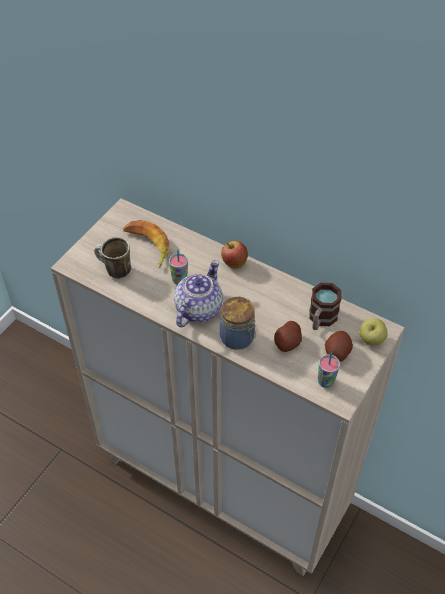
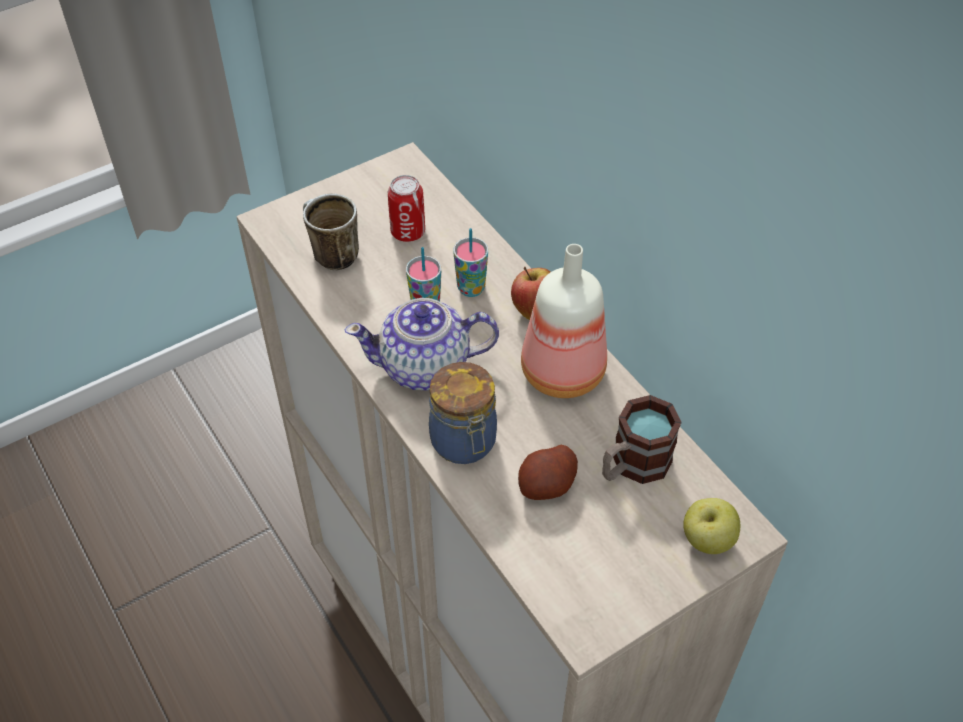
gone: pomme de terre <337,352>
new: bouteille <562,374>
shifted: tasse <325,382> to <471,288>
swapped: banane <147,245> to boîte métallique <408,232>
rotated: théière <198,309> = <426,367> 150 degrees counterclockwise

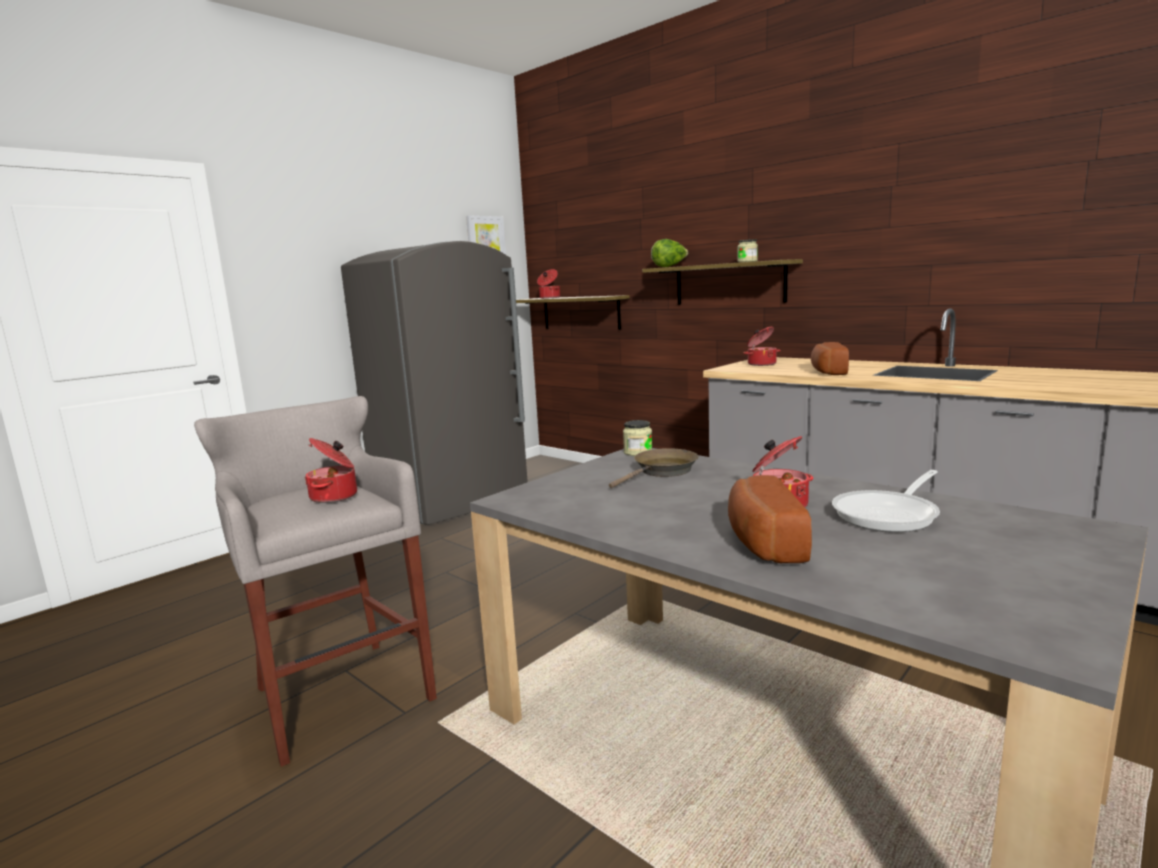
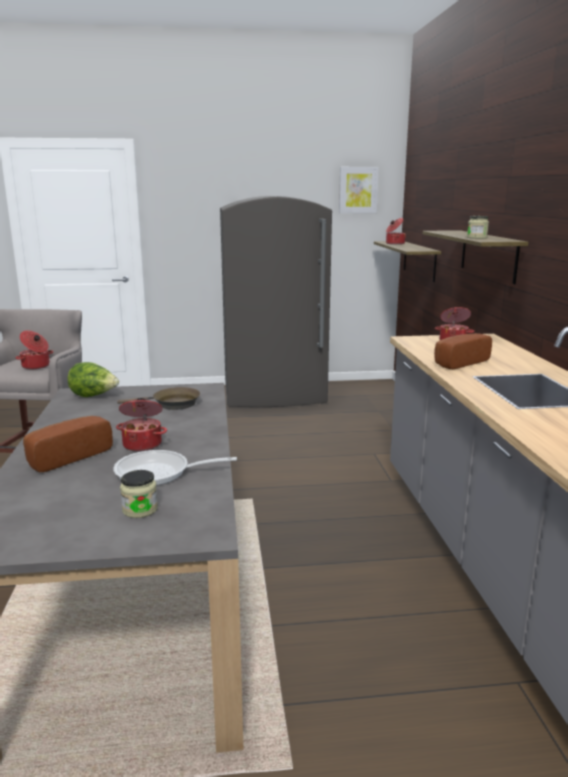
shifted: bocal <638,452> to <140,509>; laitue <669,267> to <94,396>

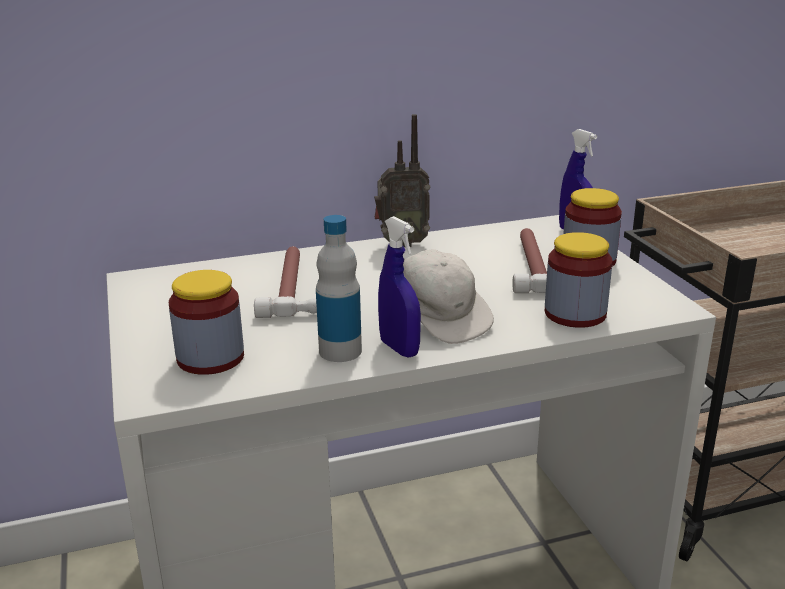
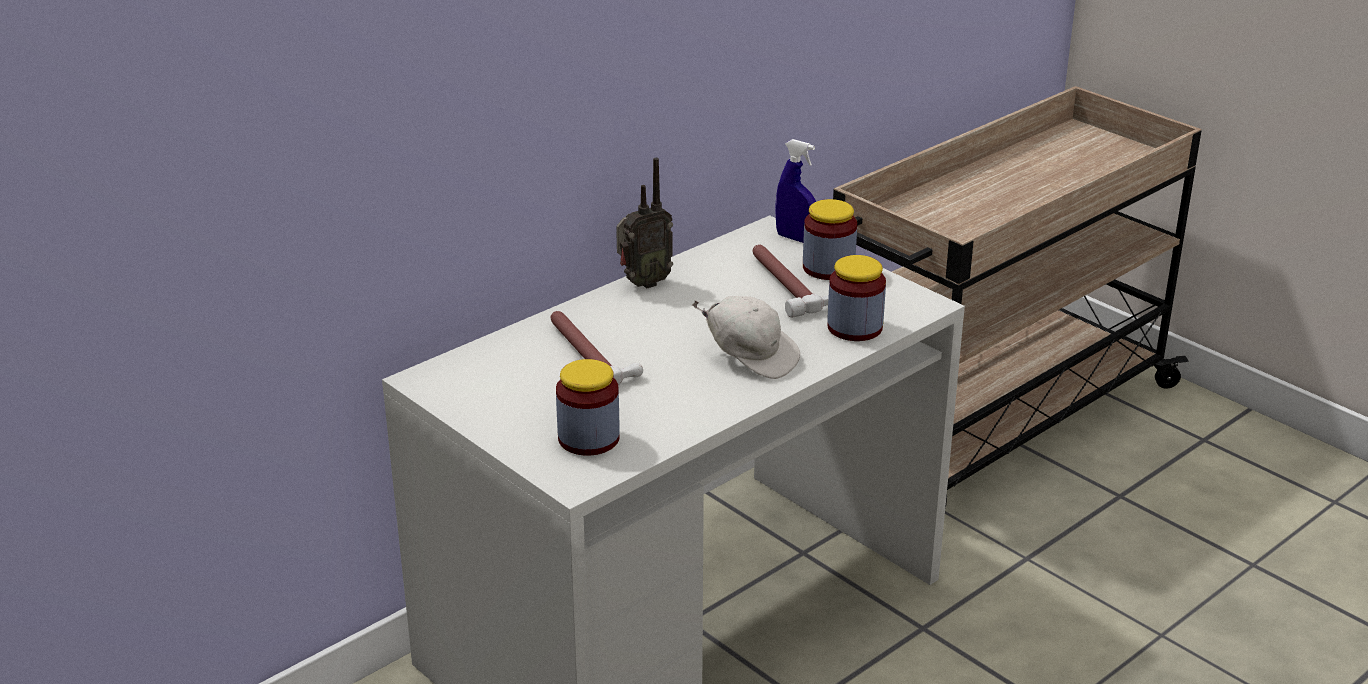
gone: bouteille <340,351>; vaporisateur (bleu) <399,348>

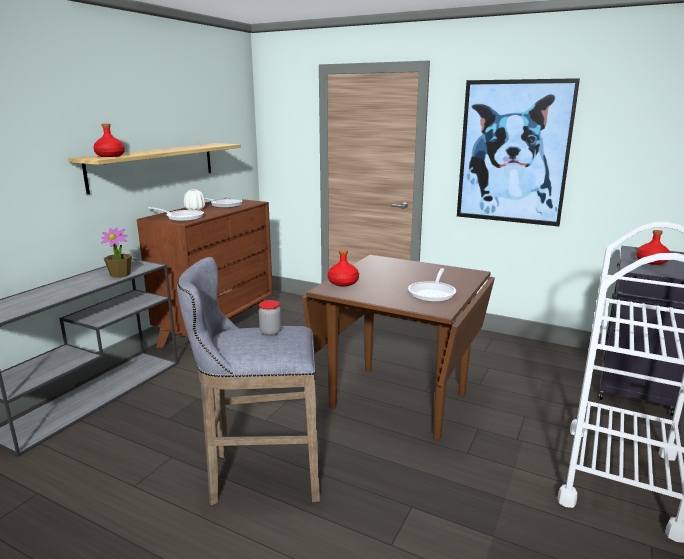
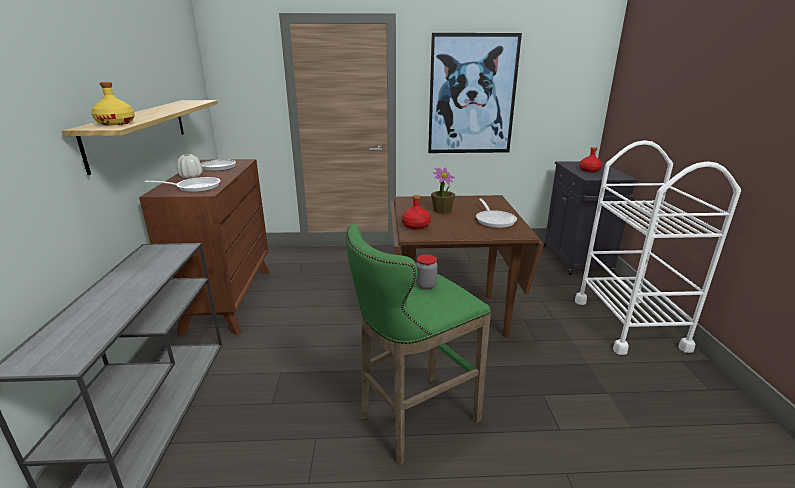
shifted: plante en pot <120,274> to <442,210>
repainted: bouteille (rouge) <110,156> to bouteille (jaune) <116,123>; tabouret (gris) <260,476> to tabouret (vert) <414,420>

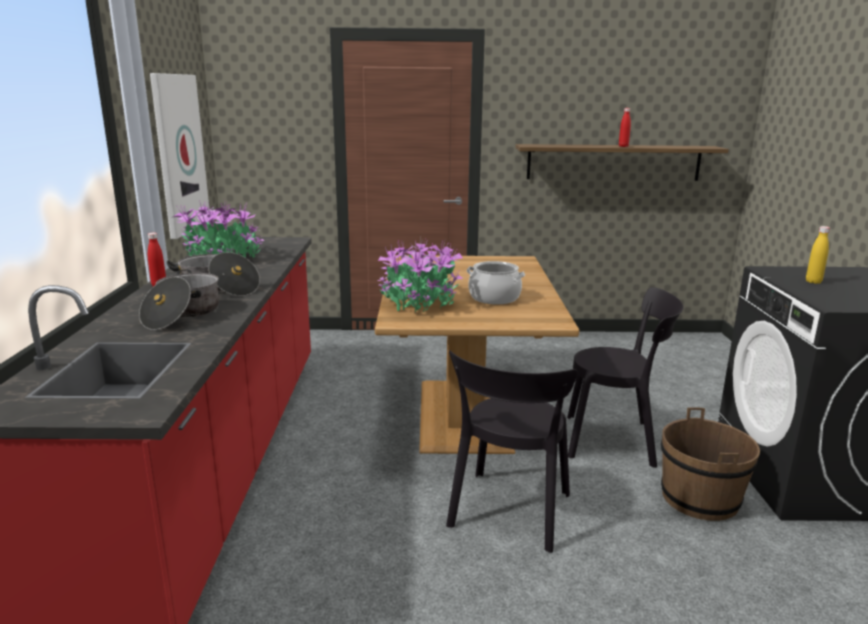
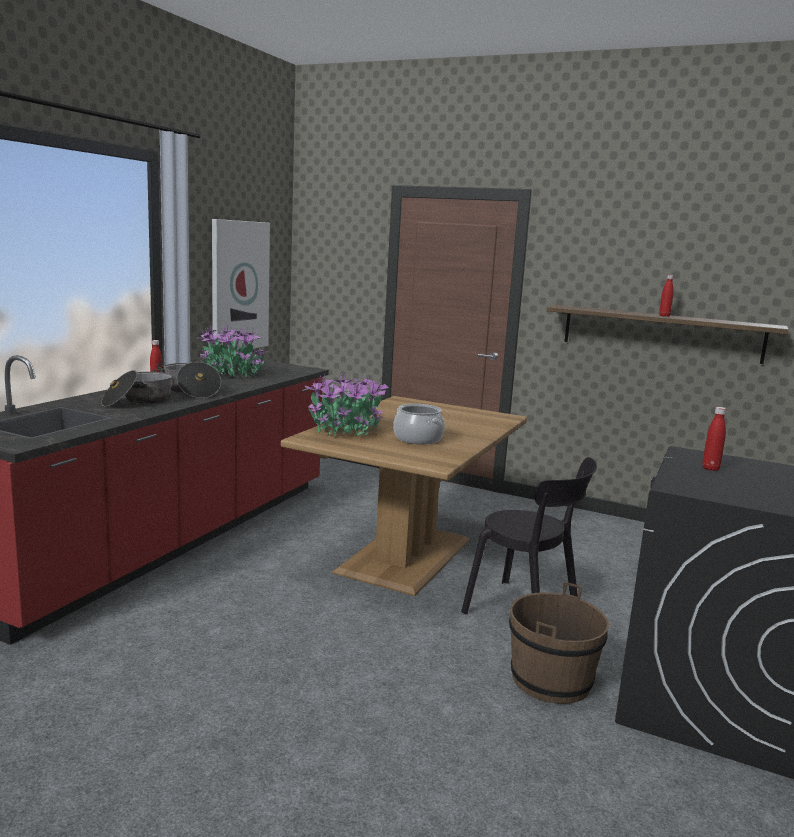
gone: chaise (noir) <508,514>
repainted: bouteille (jaune) <813,282> to bouteille (rouge) <710,469>

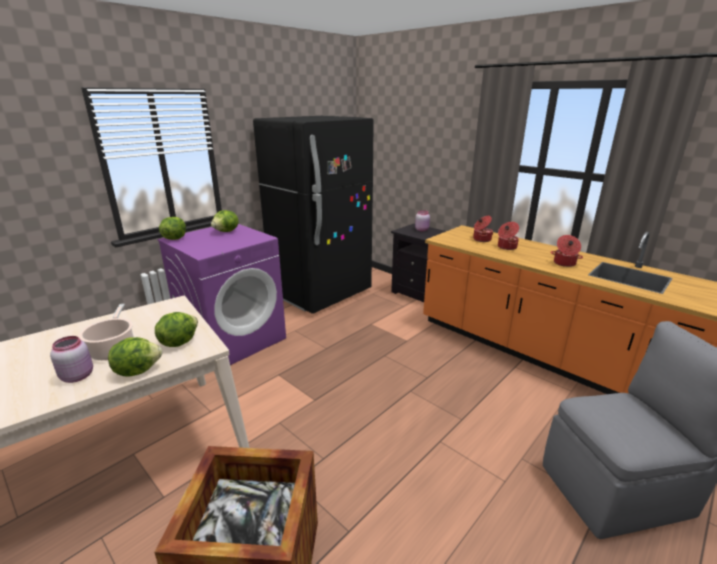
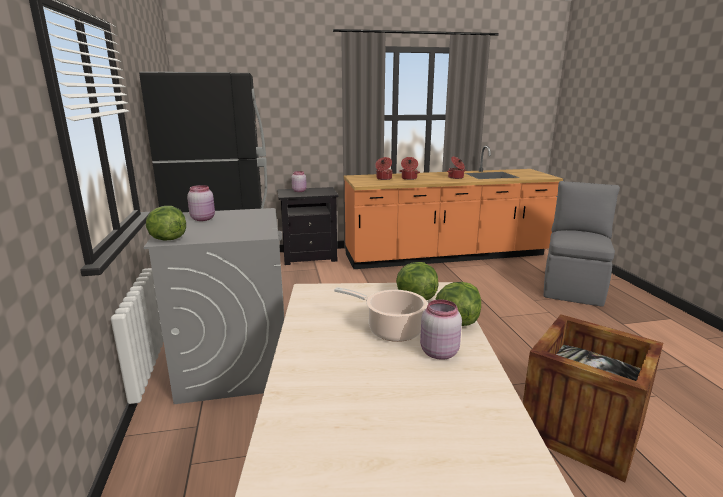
swapped: laitue <227,231> to bocal (rose) <203,219>
repainted: lave-linge (violet) <233,339> to lave-linge (gris) <234,364>

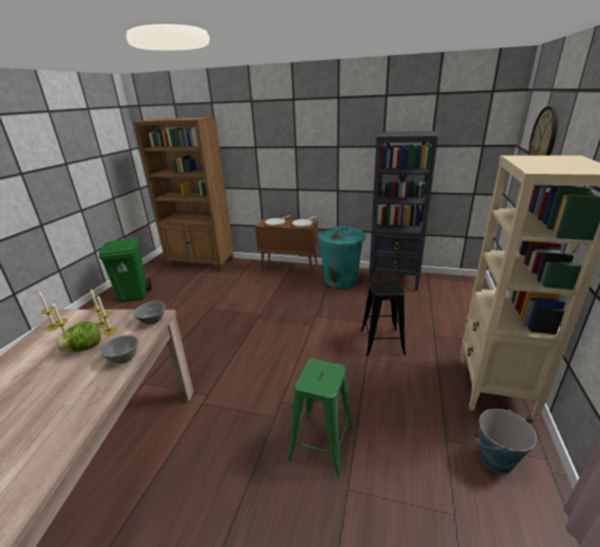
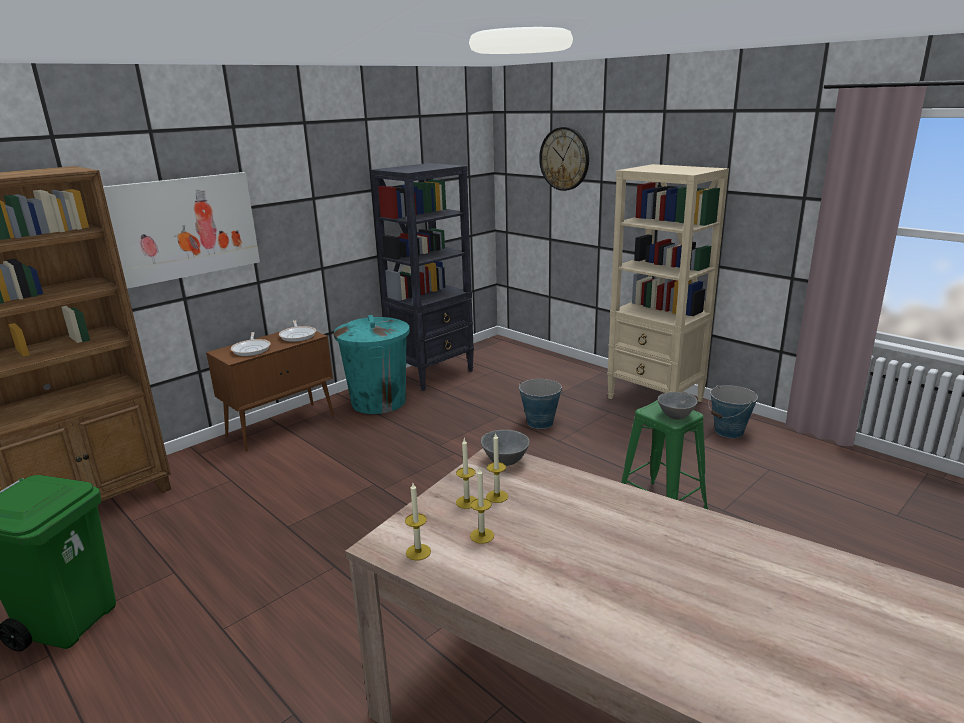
gone: laitue <84,348>
new: tableau <183,227>
shifted: bol (gris) <124,357> to <675,415>
swapped: tabouret (noir) <382,342> to seau <540,422>

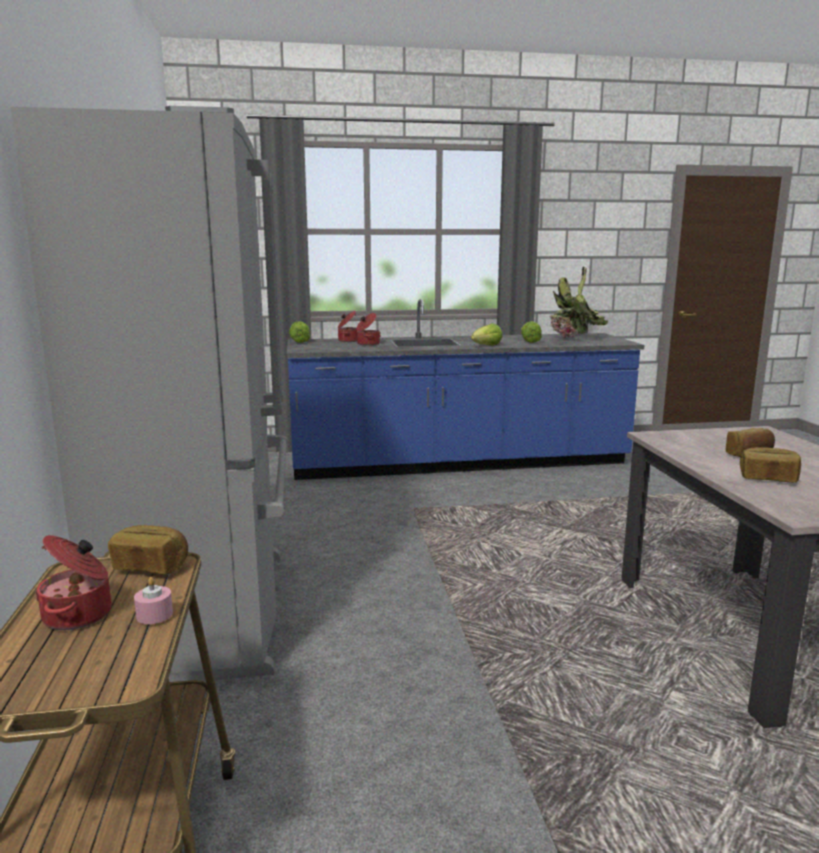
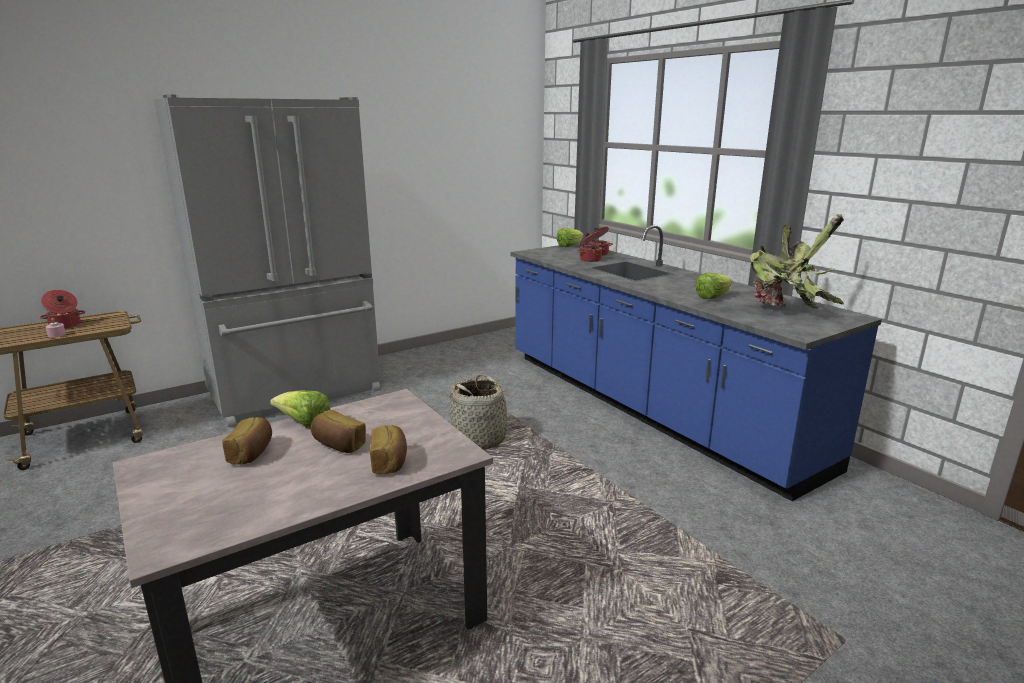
new: panier <480,439>
shifted: pain <151,566> to <390,462>; laitue <486,346> to <304,424>

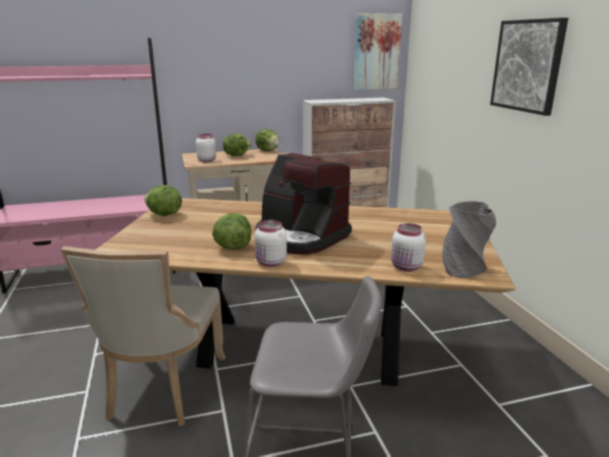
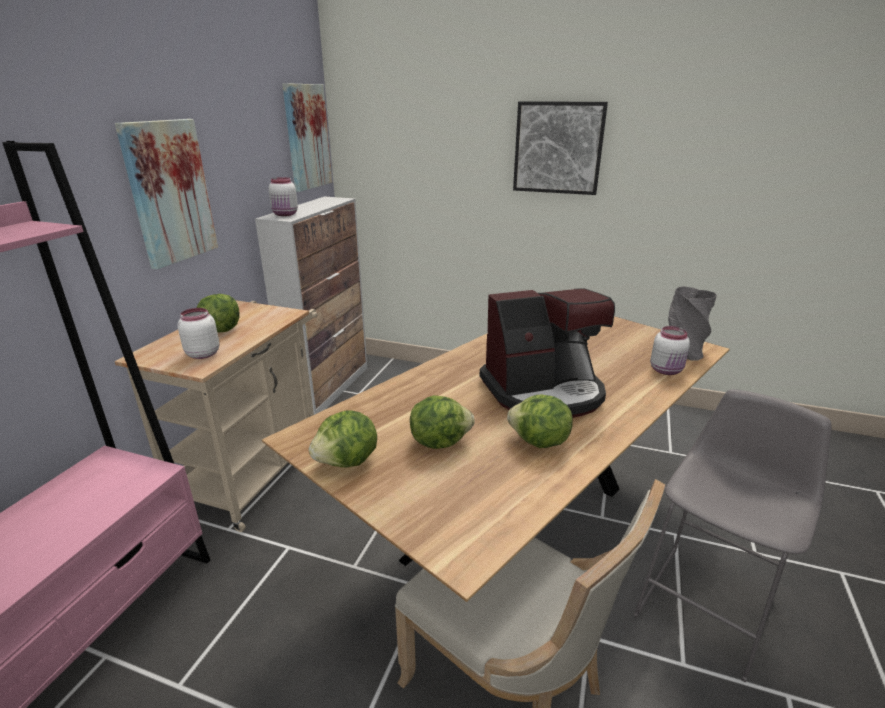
new: tableau <169,192>
shifted: laitue <268,150> to <439,441>; bocal (blanc) <270,263> to <285,214>

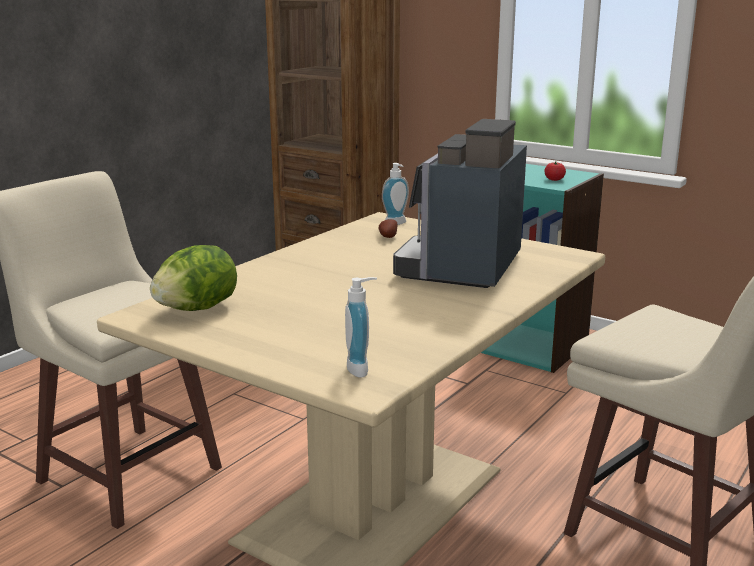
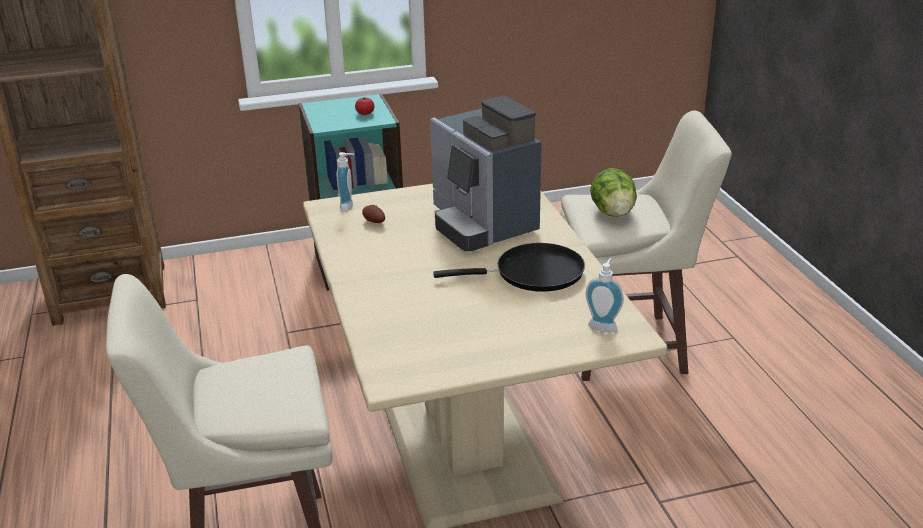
new: poêle (noir) <533,273>
shifted: laitue <197,309> to <613,213>

